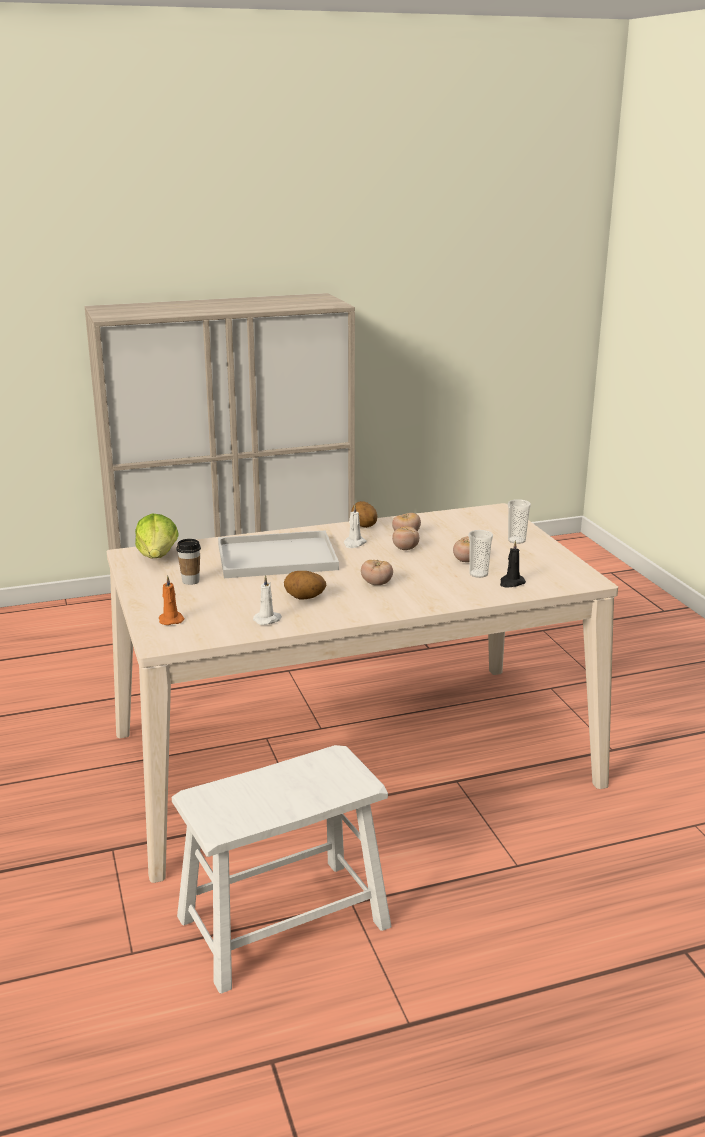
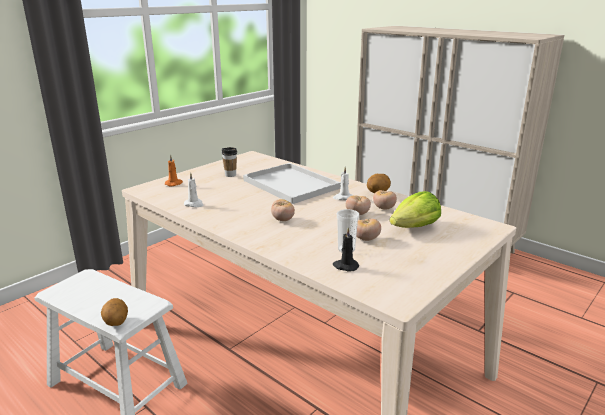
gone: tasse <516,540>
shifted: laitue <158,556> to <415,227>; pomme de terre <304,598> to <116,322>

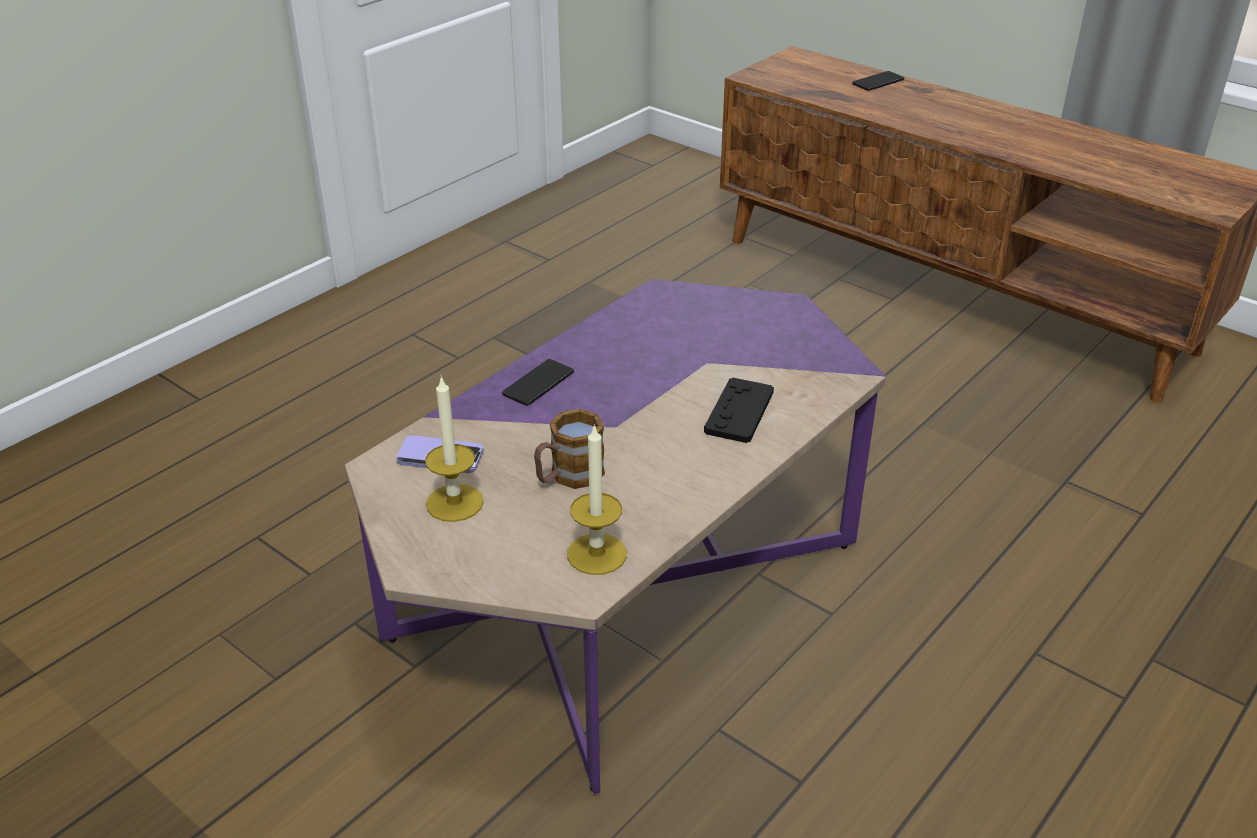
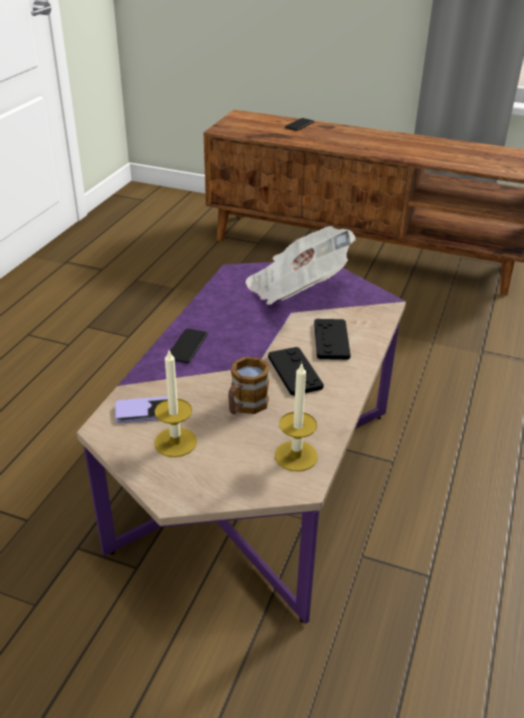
new: journal <296,288>; manette (noir) <294,372>

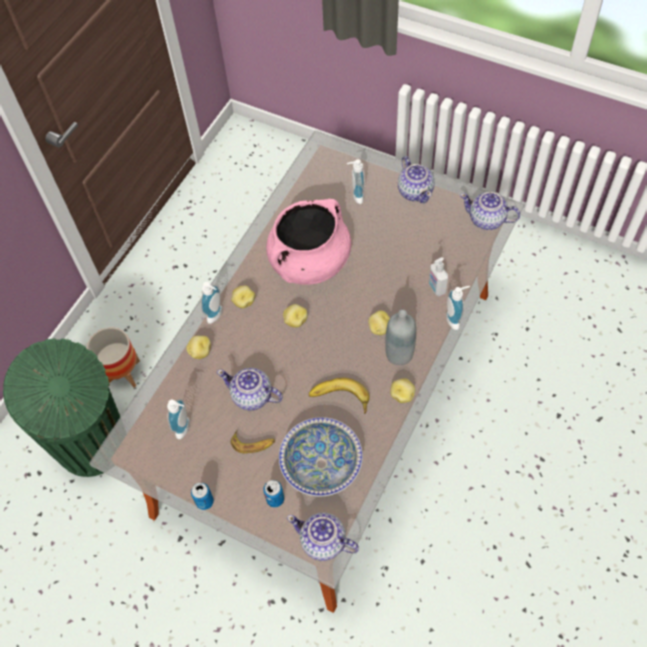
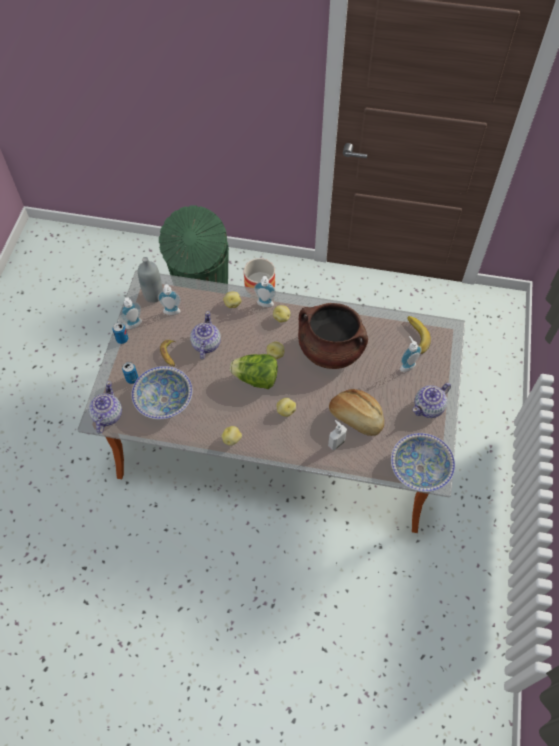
new: laitue <256,379>; pain <356,418>
shifted: banane <339,400> to <413,337>; bouteille (gris) <399,354> to <153,295>; distributeur de savon <455,319> to <135,325>
swapped: théière <487,220> to bol <420,468>
repainted: marmite (rose) <310,262> to marmite (marron) <330,350>

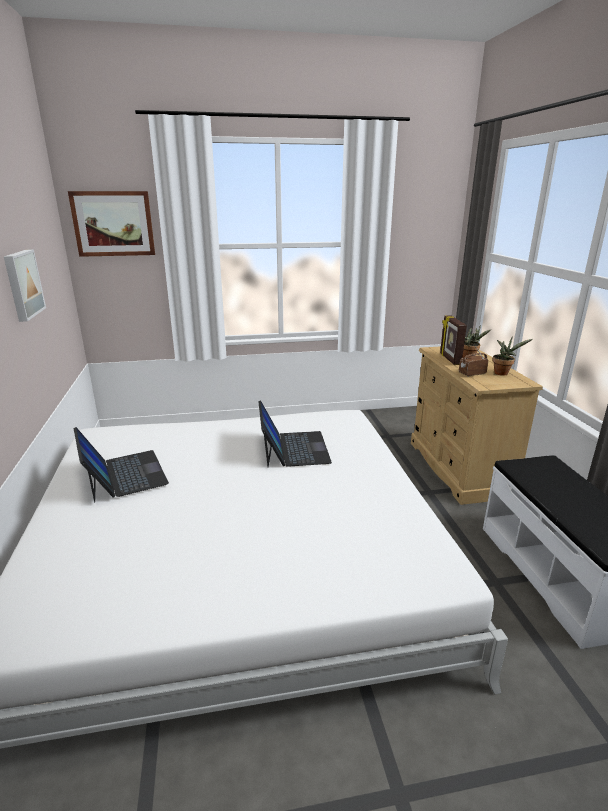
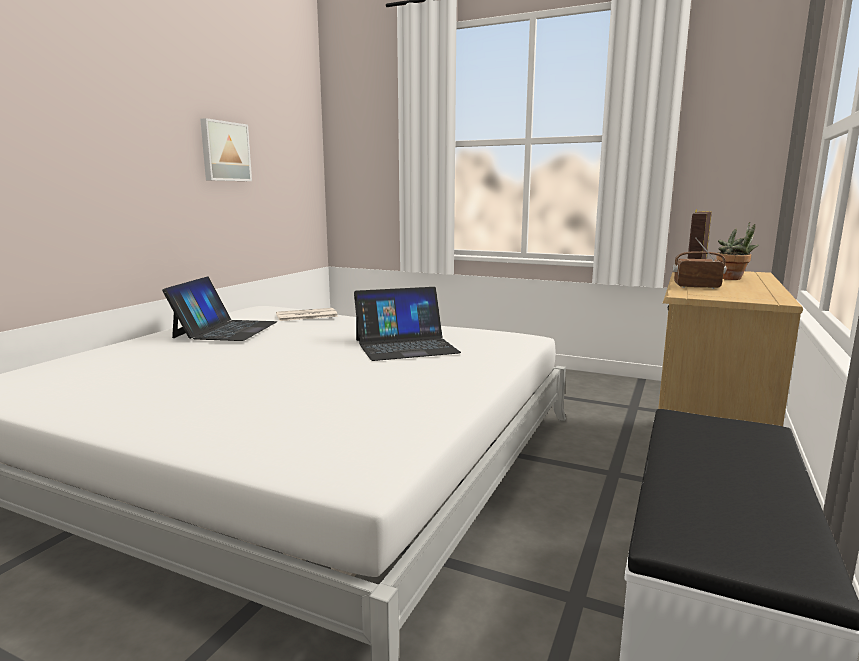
gone: tableau <113,224>; plante en pot <502,373>
new: journal <306,316>
rotated: ordinateur portable <293,448> = <406,346> 45 degrees clockwise

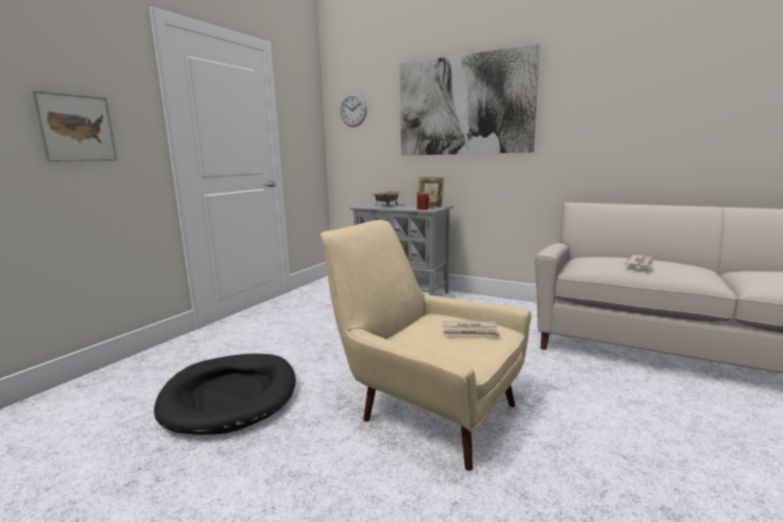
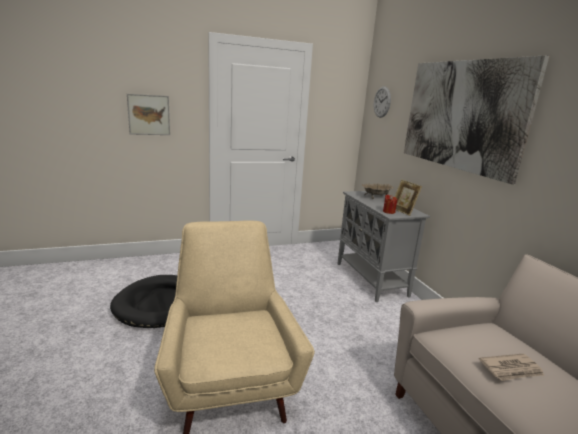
gone: journal <470,332>

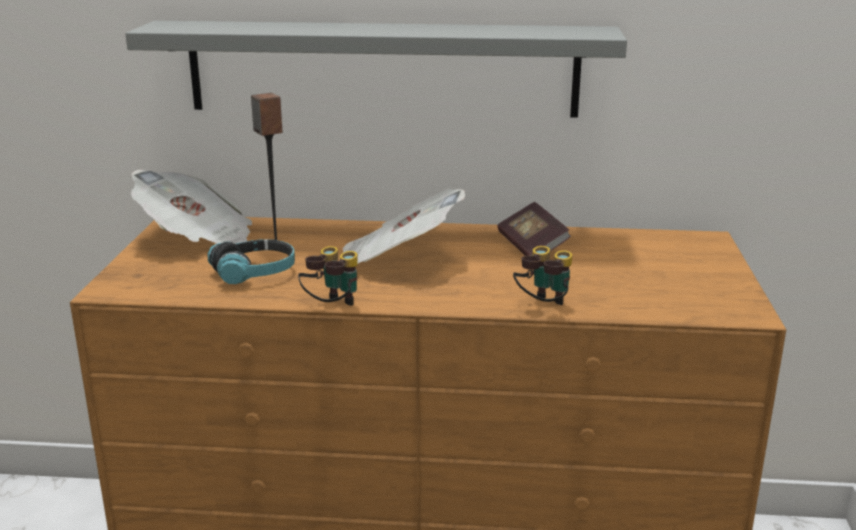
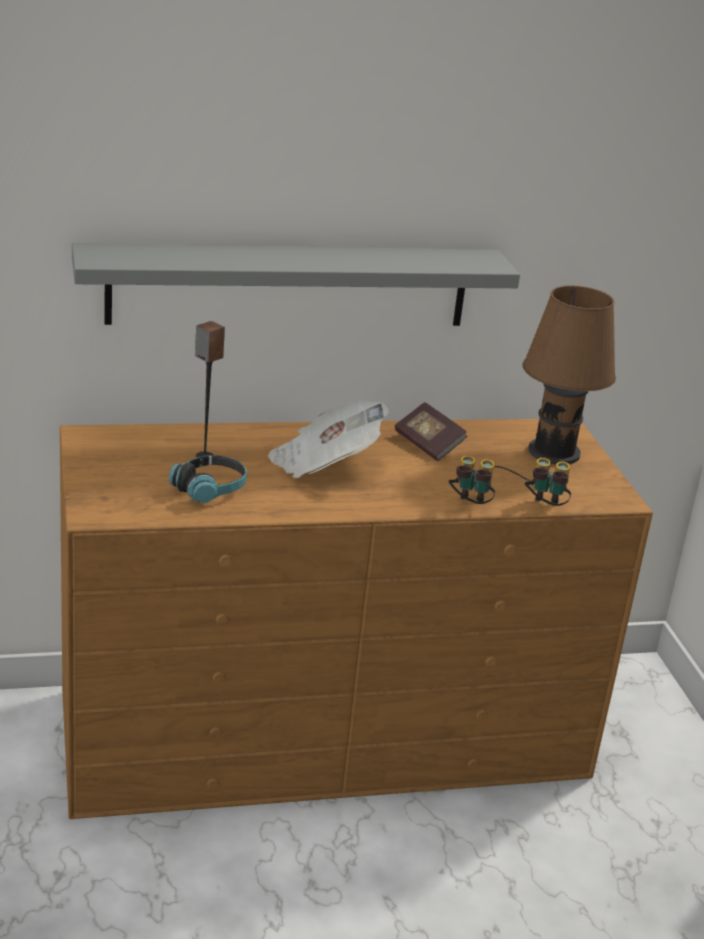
gone: journal <198,240>
new: lampe de table (marron) <551,455>
shifted: jumelles <331,308> to <544,508>

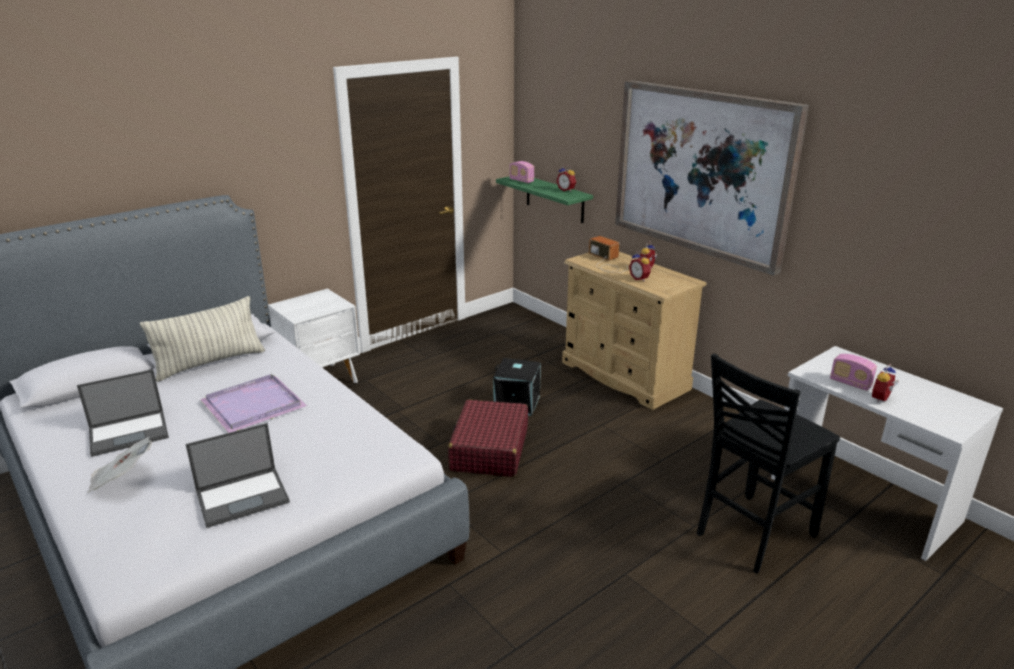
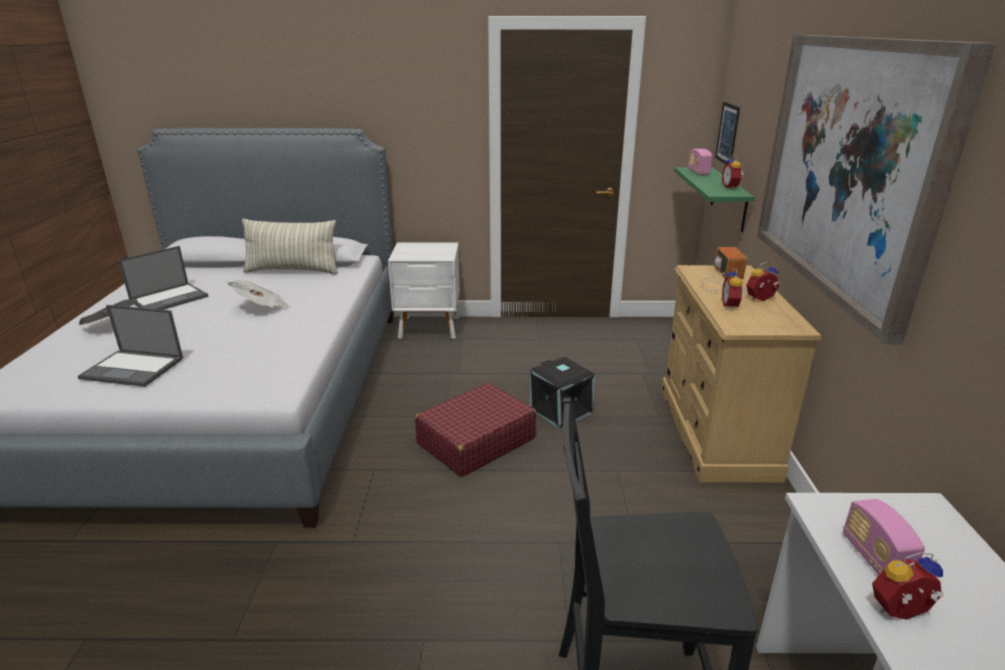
new: tableau <727,133>
swapped: plateau (violet) <254,404> to journal <262,308>
rotated: ordinateur portable <130,433> = <170,298> 60 degrees counterclockwise

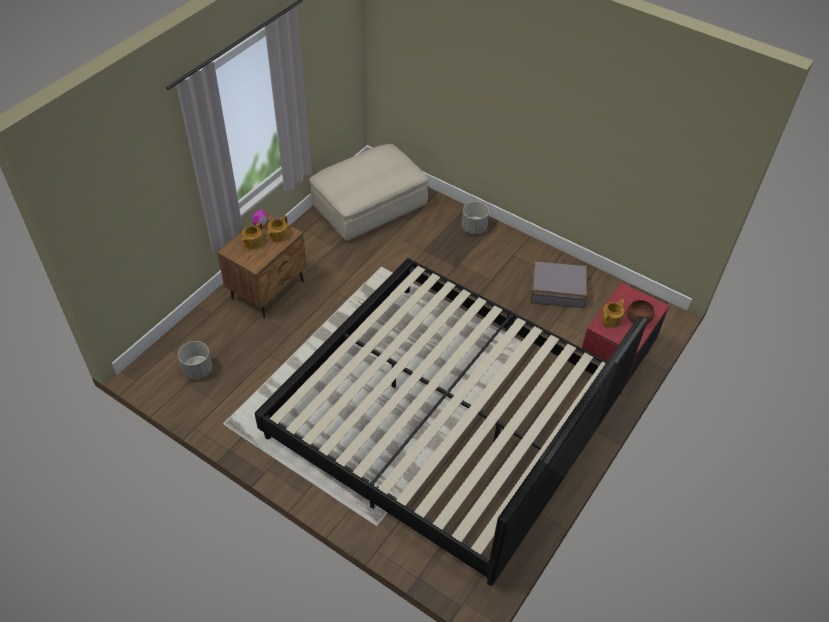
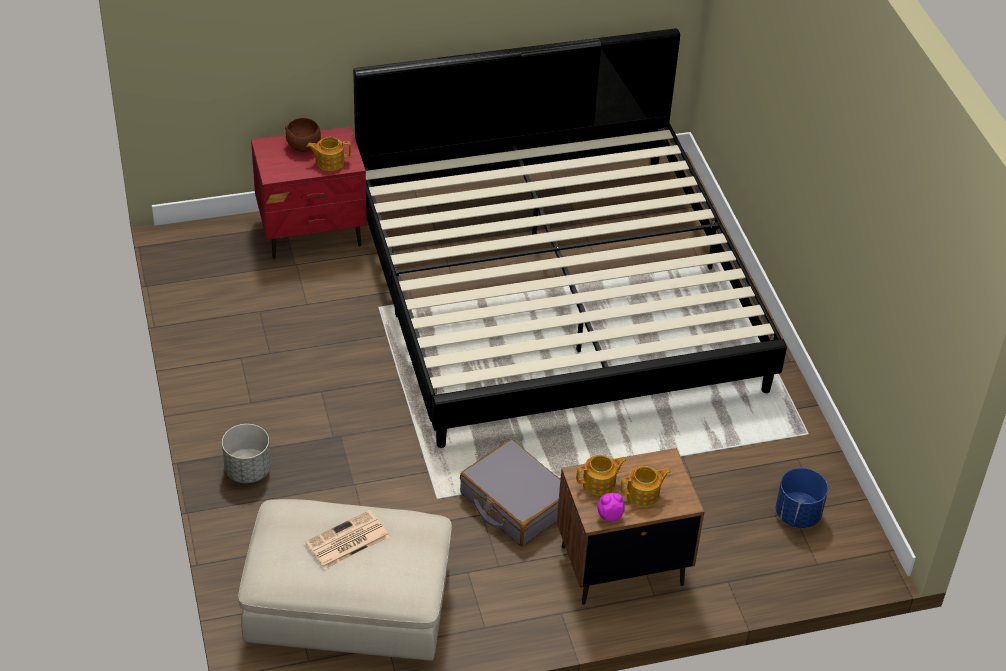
new: journal <346,541>
shifted: valise (gris) <557,290> to <515,503>
repainted: cache-pot (gris) <197,370> to cache-pot (bleu) <798,514>

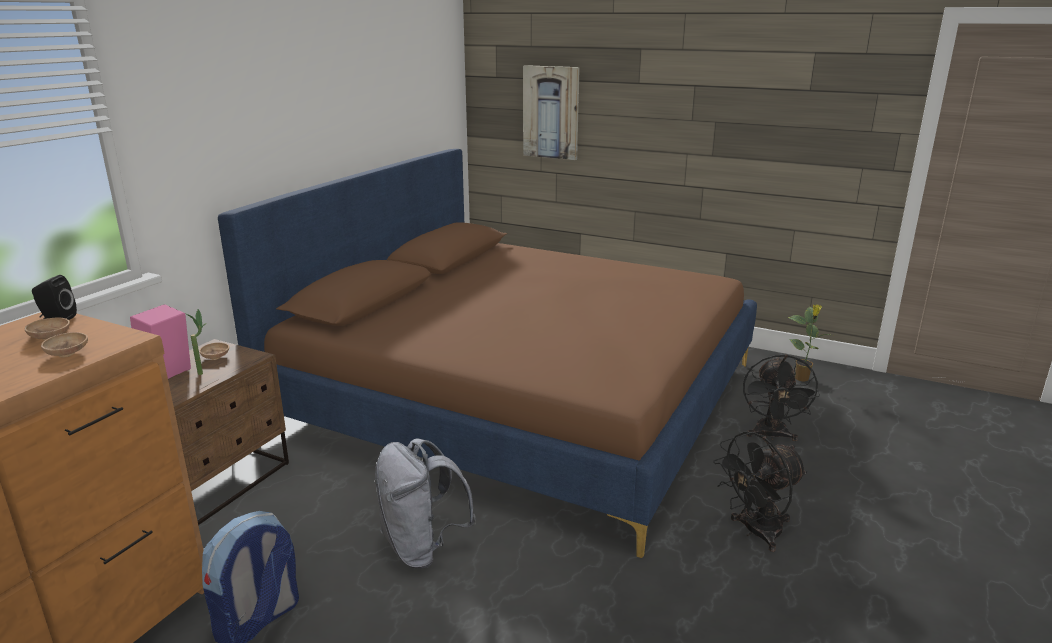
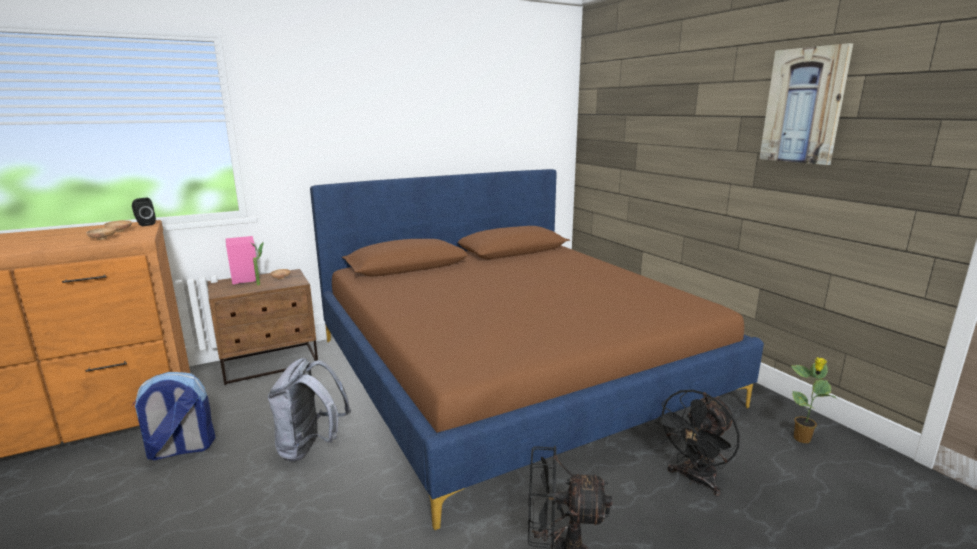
shifted: tableau <551,112> to <804,106>

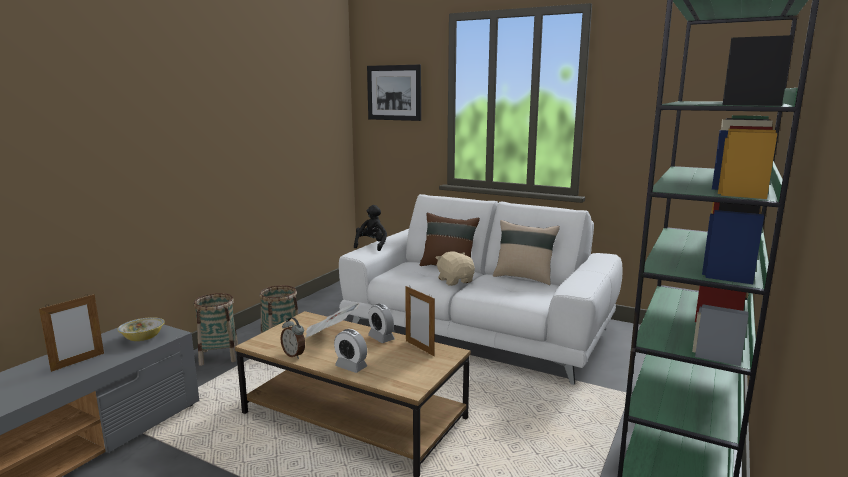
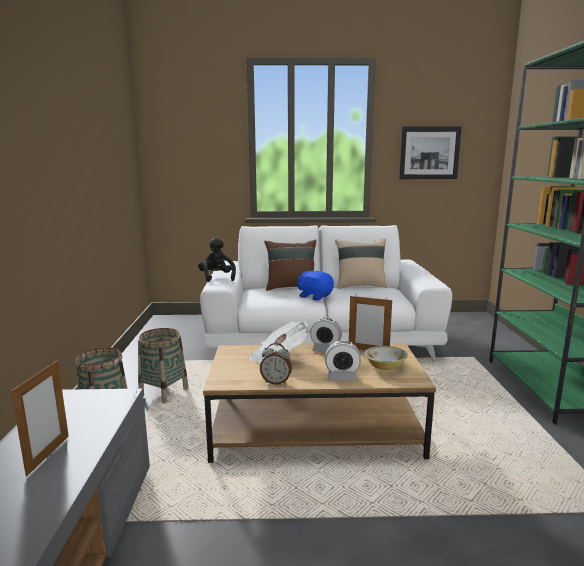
shifted: bol <143,338> to <385,367>; tableau <394,93> to <429,153>
repainted: peluche (beige) <455,281> to peluche (bleu) <315,296>

